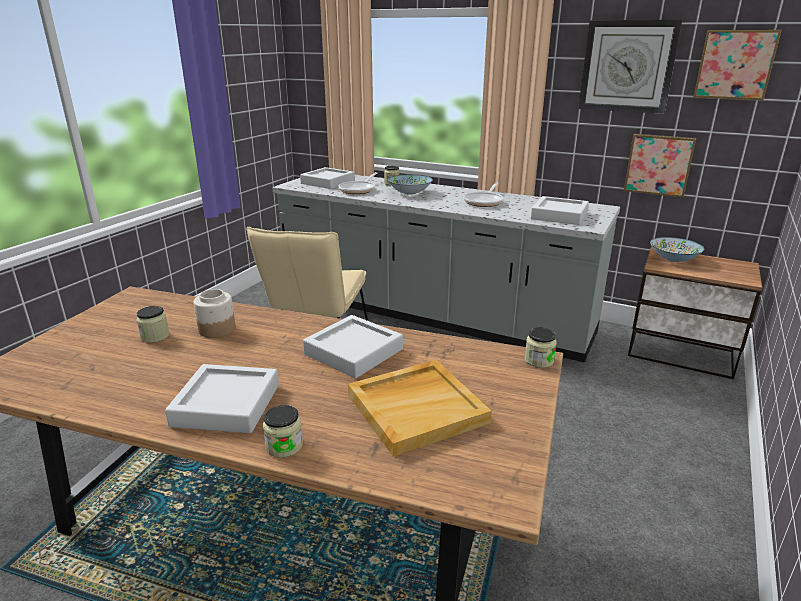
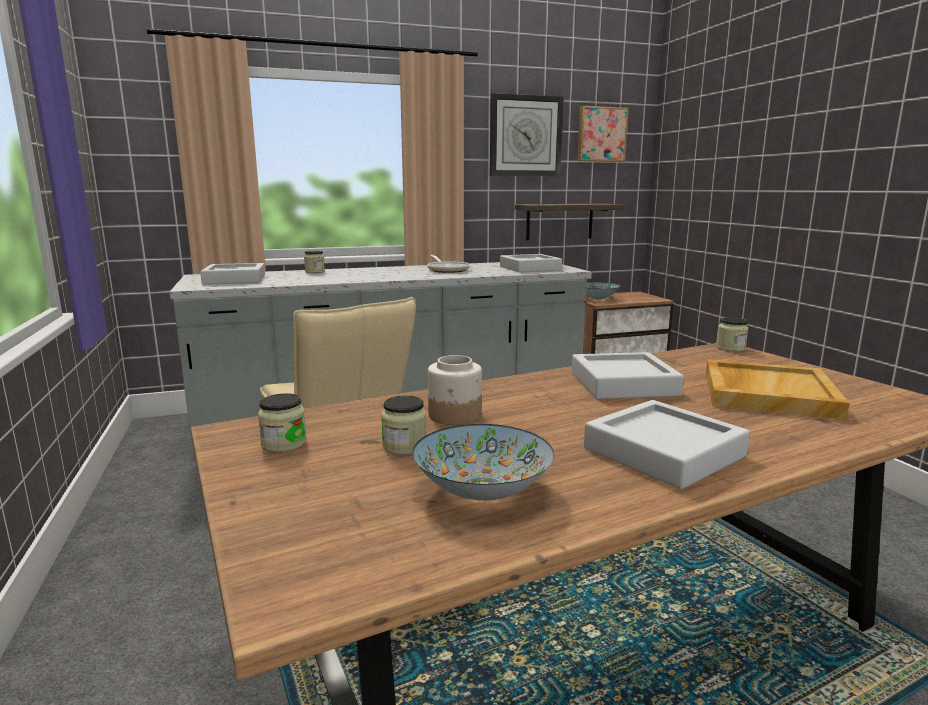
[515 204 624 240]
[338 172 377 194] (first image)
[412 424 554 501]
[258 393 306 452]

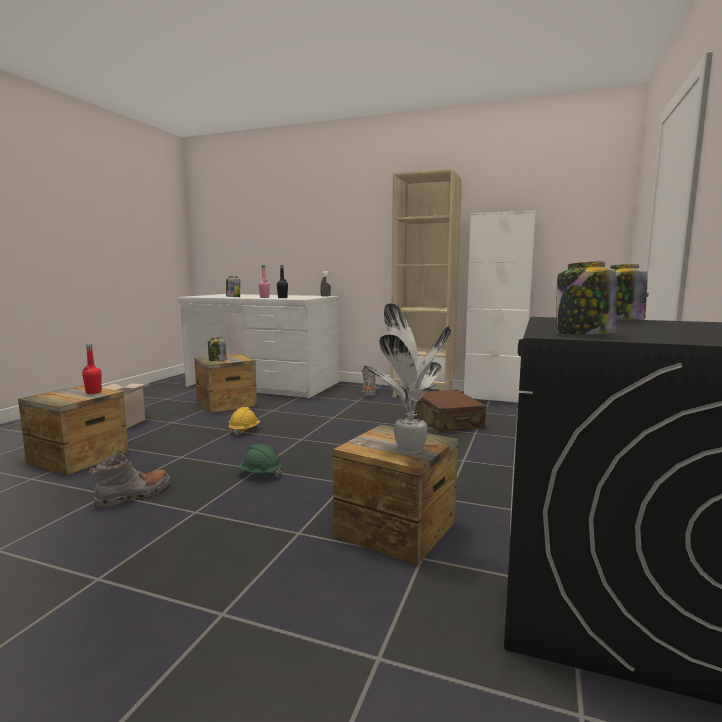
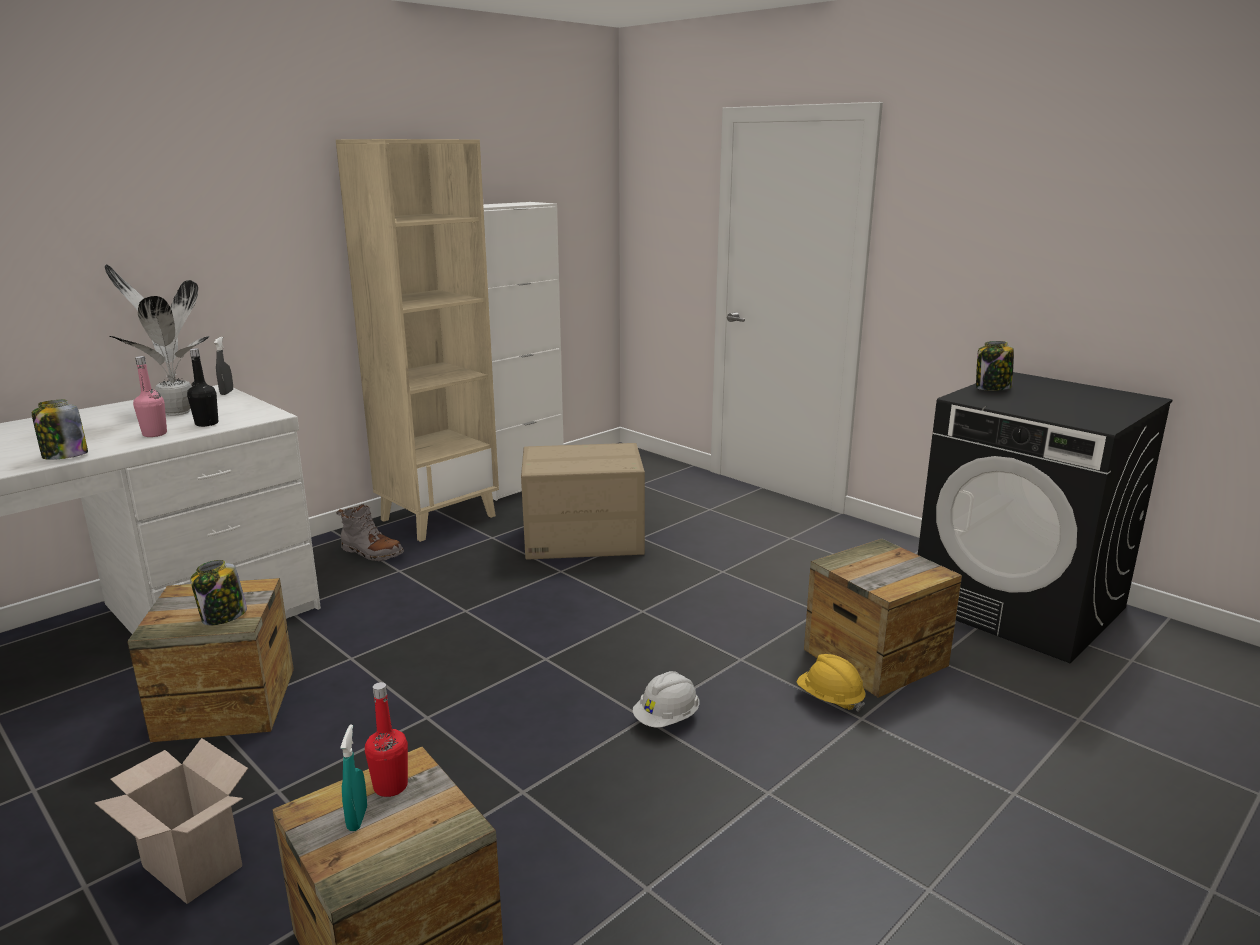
[556 261 617 335] (first image)
[105 265 210 416]
[521 443 645 560]
[797 654 865 711]
[633 671 700 728]
[89 451 171 507] (first image)
[340 725 367 831]

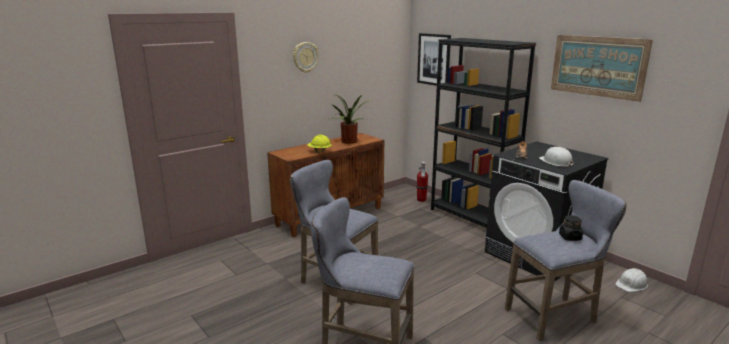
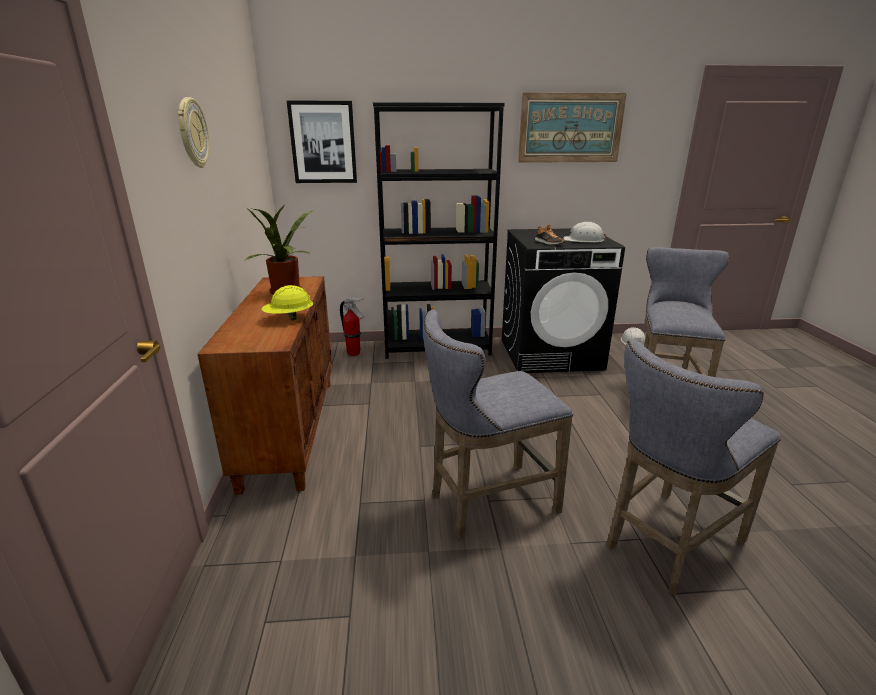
[559 215 583 241] (first image)

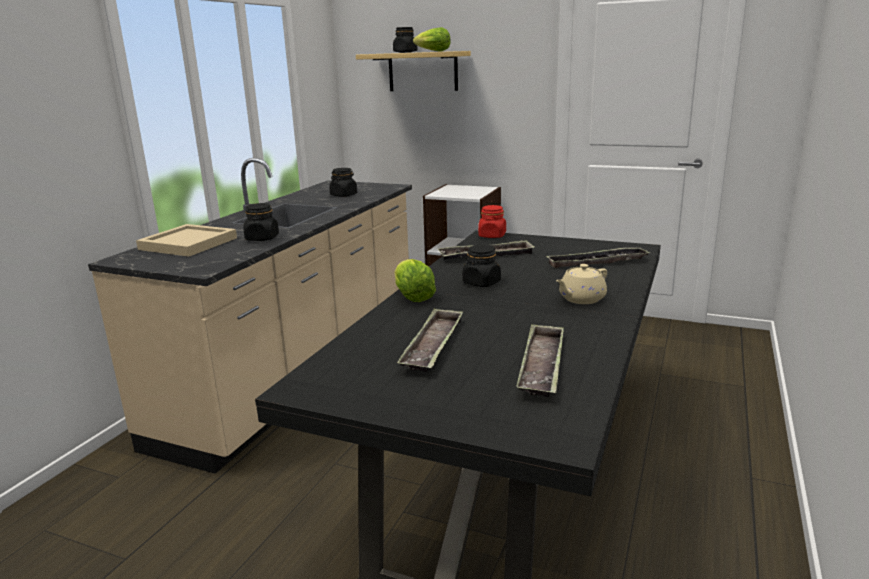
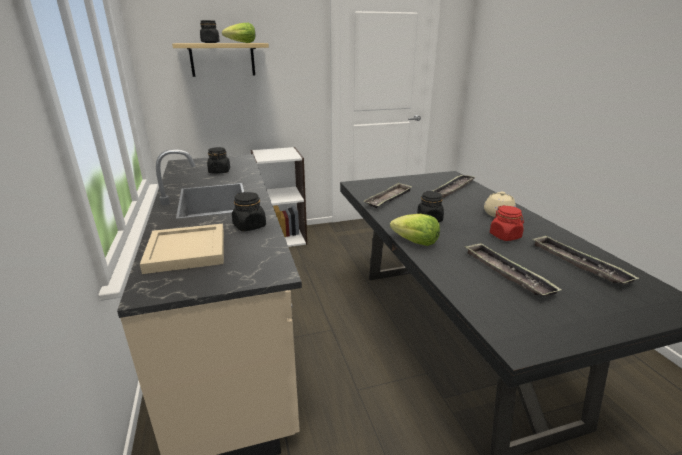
[490 205 524 241]

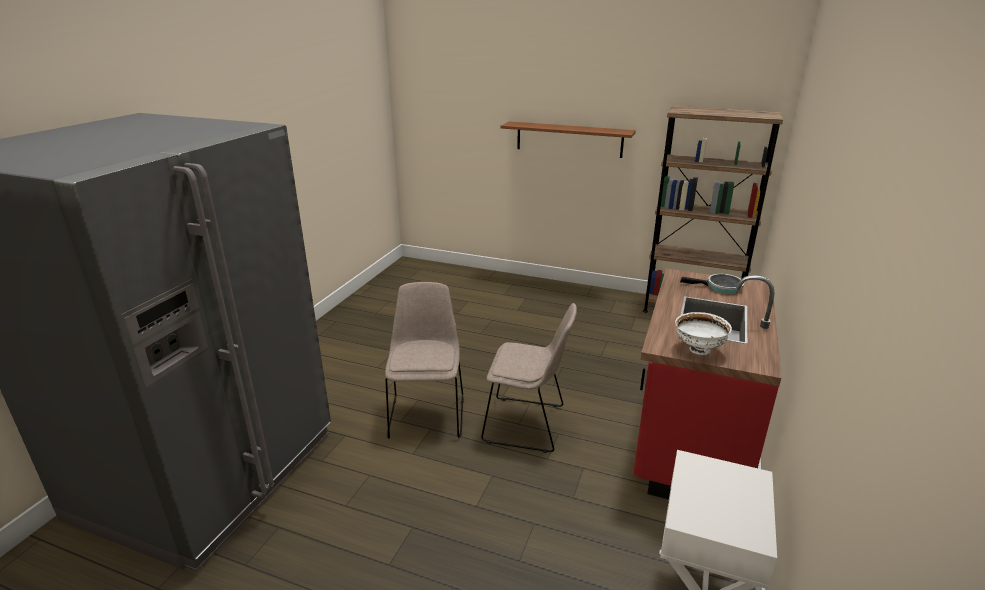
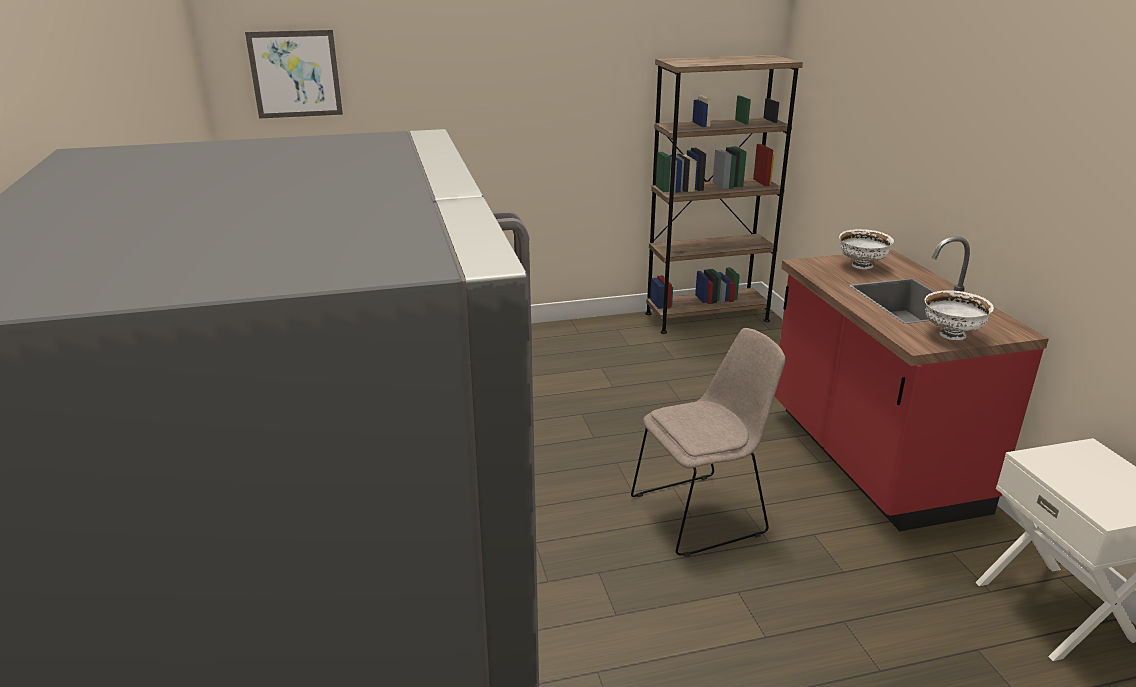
[501 121 636 158] (first image)
[839 229 894 269]
[385 282 464 439] (first image)
[245 30 343 119]

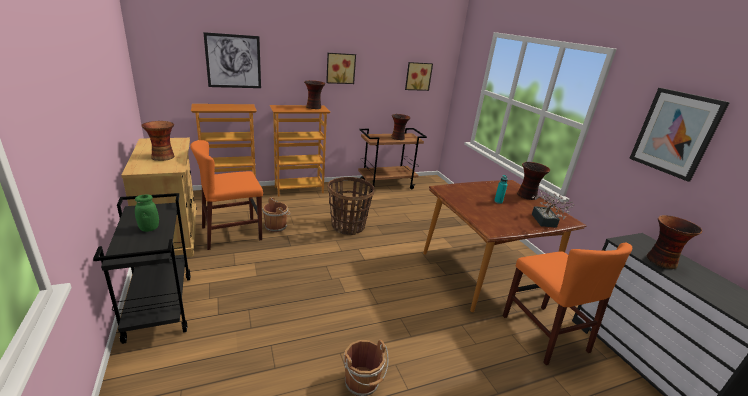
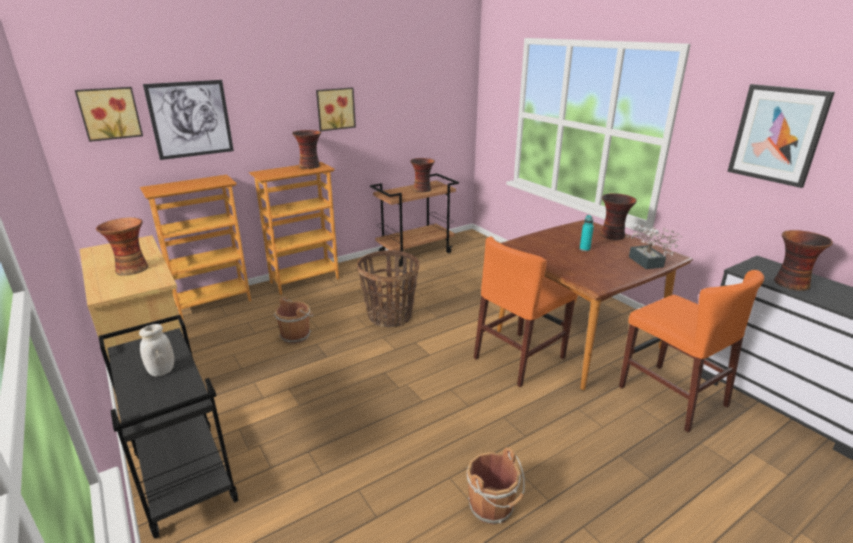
[75 87 143 142]
[474 236 578 387]
[139 324 174 377]

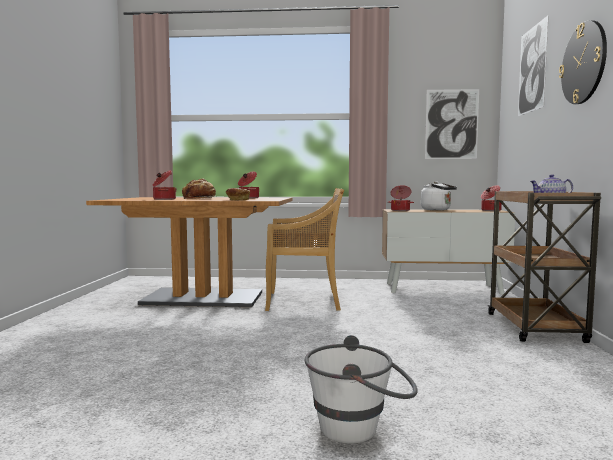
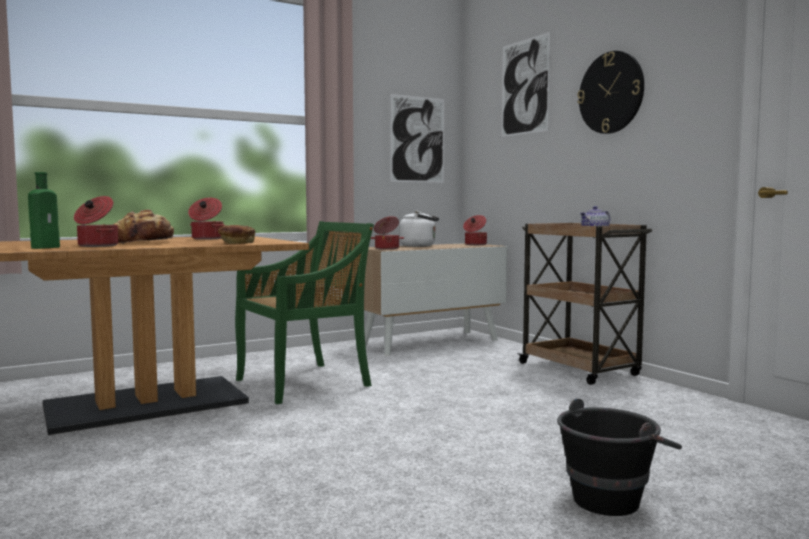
[235 221 374 404]
[557 398 682 516]
[28 172 60 249]

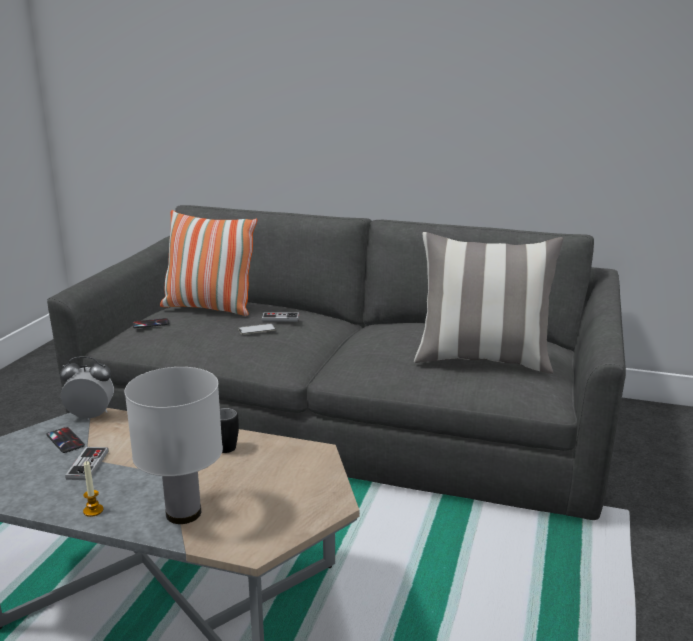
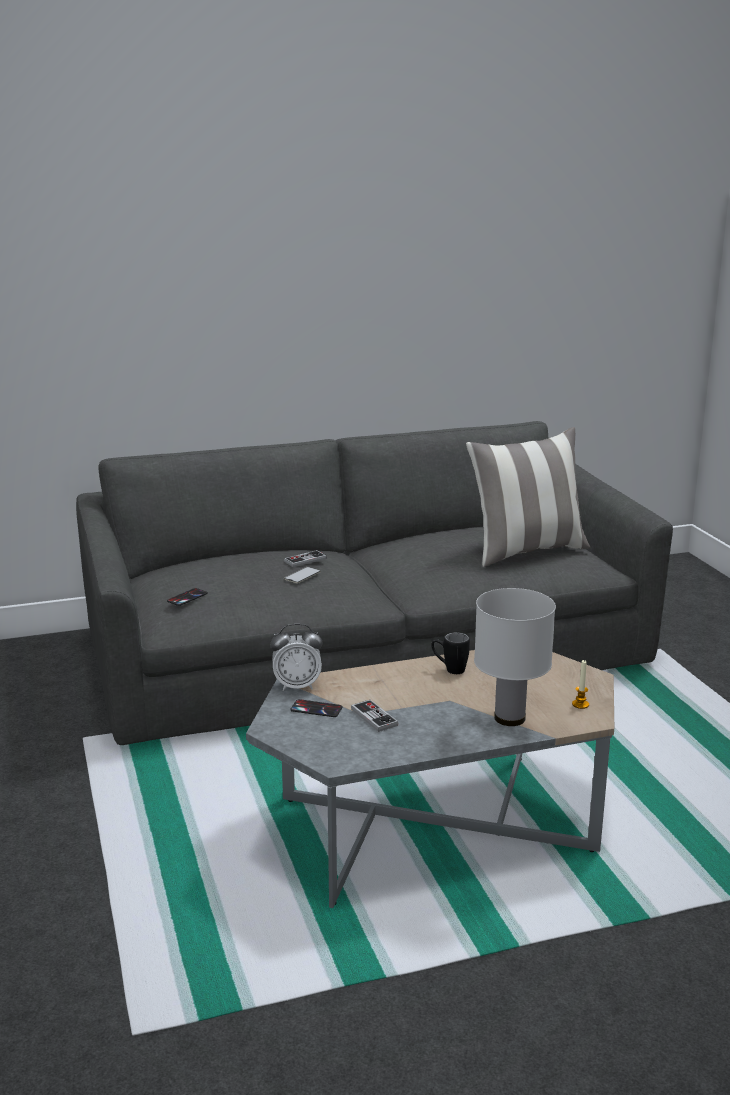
[160 210 257 316] (first image)
[270 623 323 691]
[572 660 589 709]

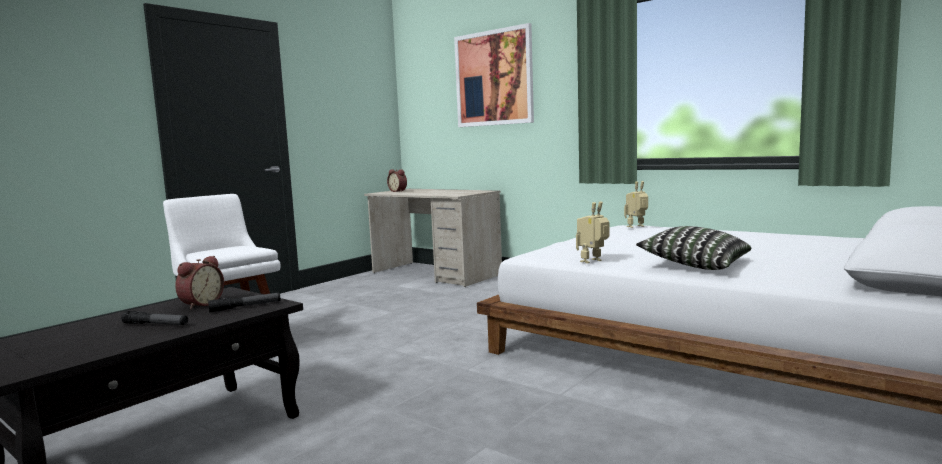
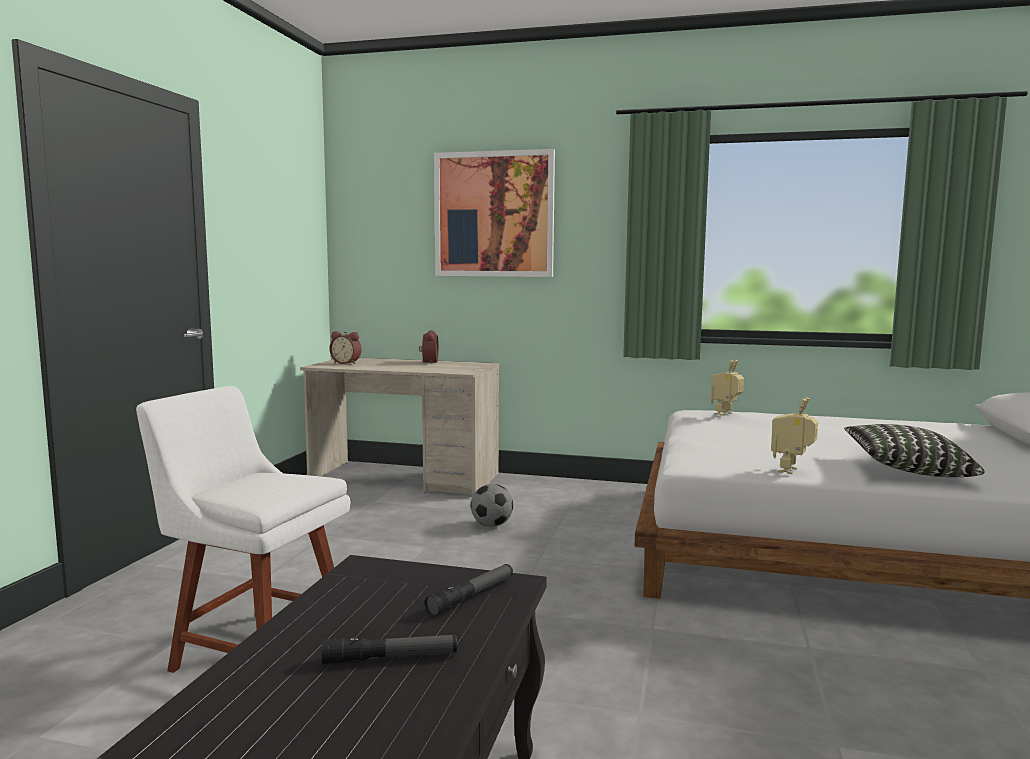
[419 330 439 364]
[471 484 513 527]

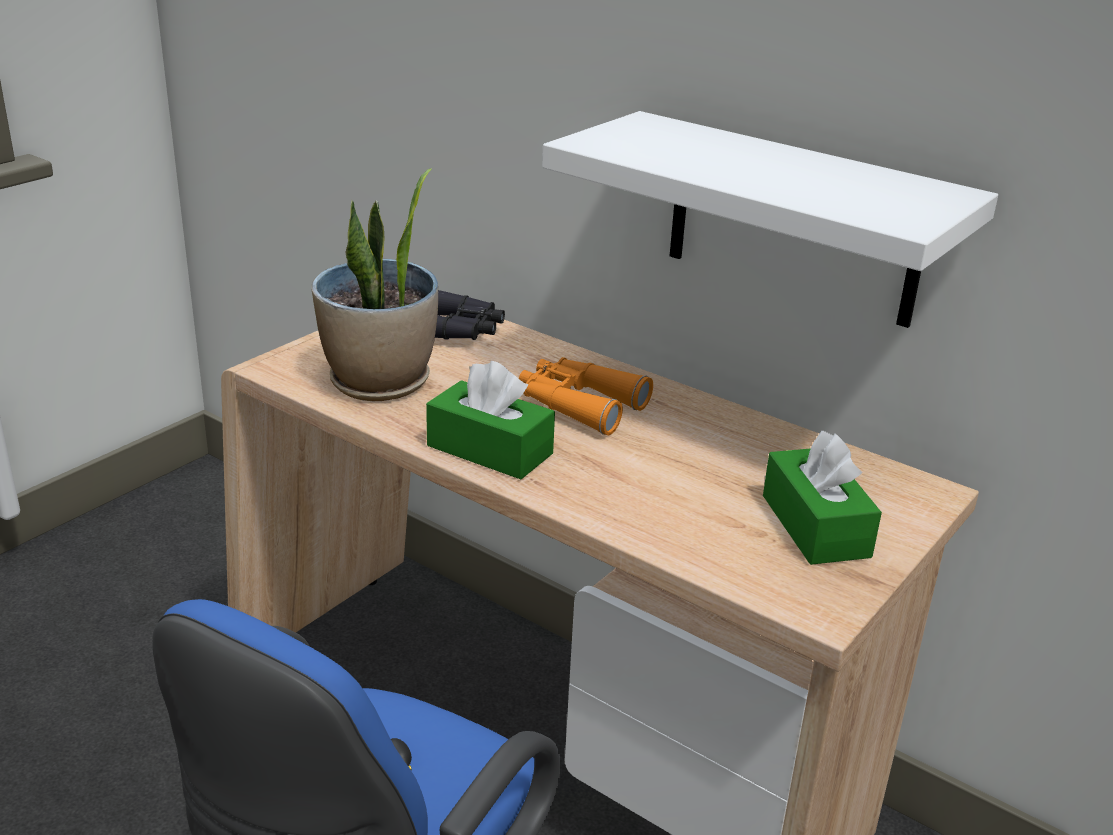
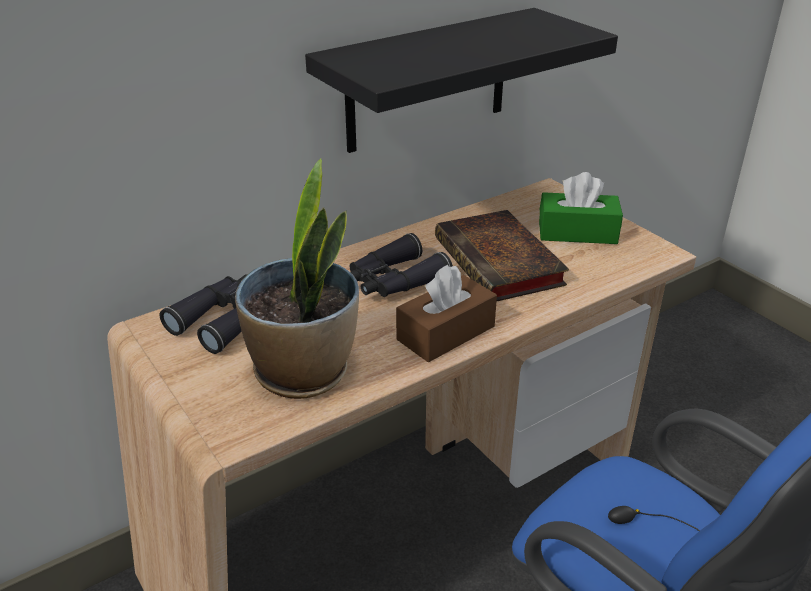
[305 8 618 153]
[350 233 453 297]
[396 265 497 362]
[435 210 569 302]

